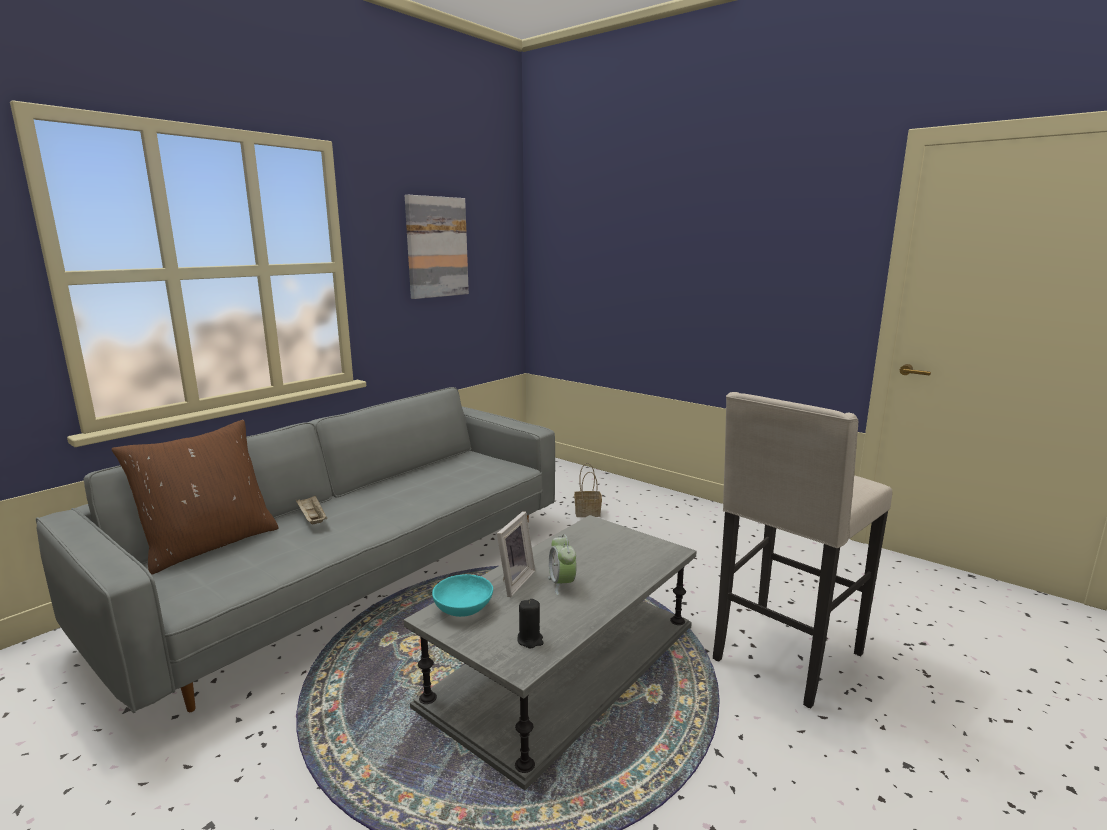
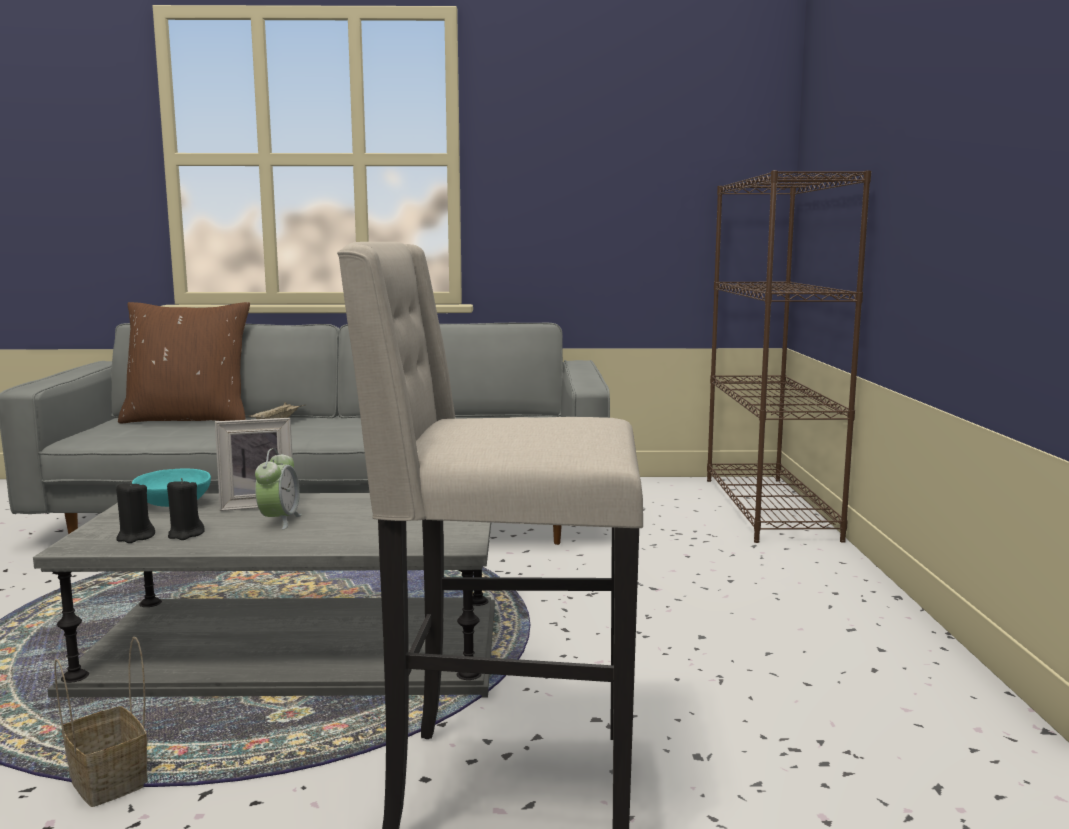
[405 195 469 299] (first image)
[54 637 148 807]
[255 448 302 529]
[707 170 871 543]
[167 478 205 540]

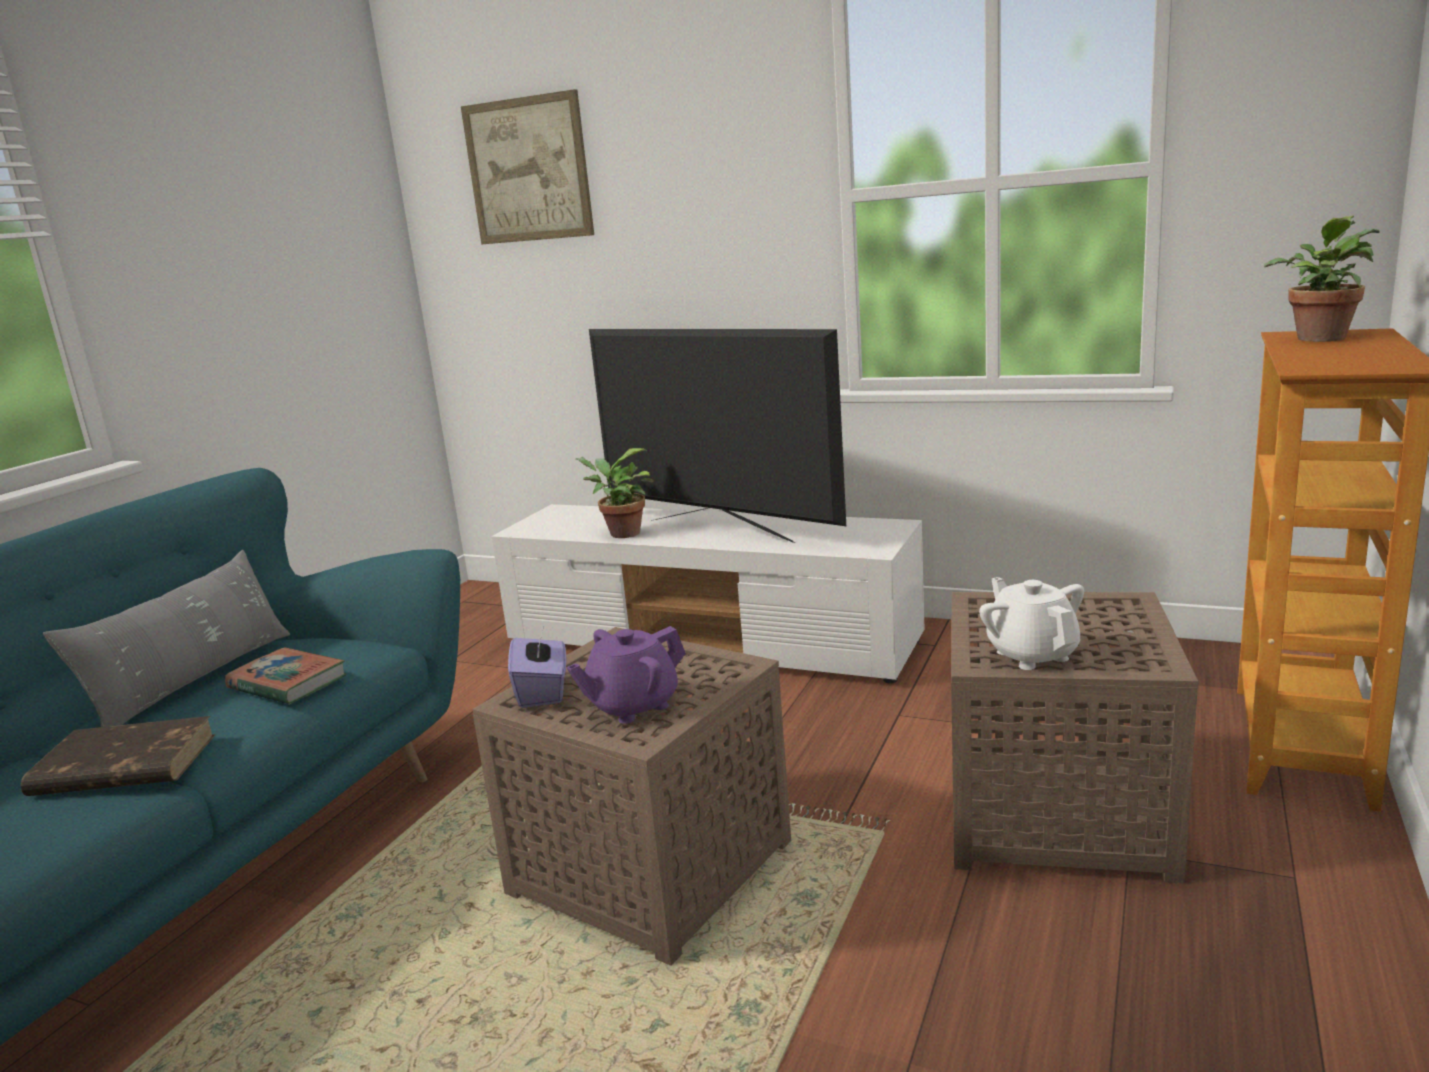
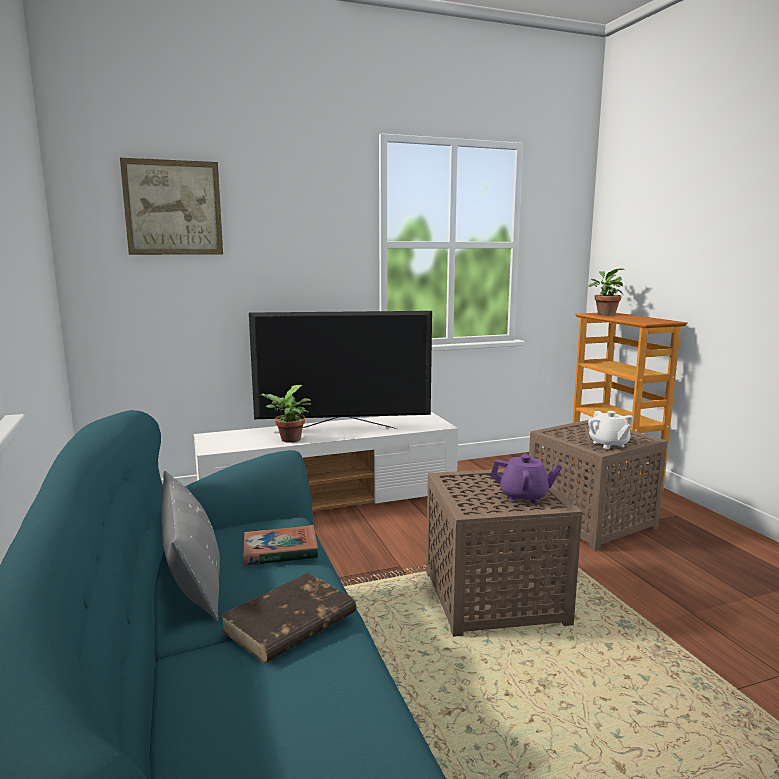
[588 411 633 449]
[508 626 566 708] (first image)
[490 454 562 504]

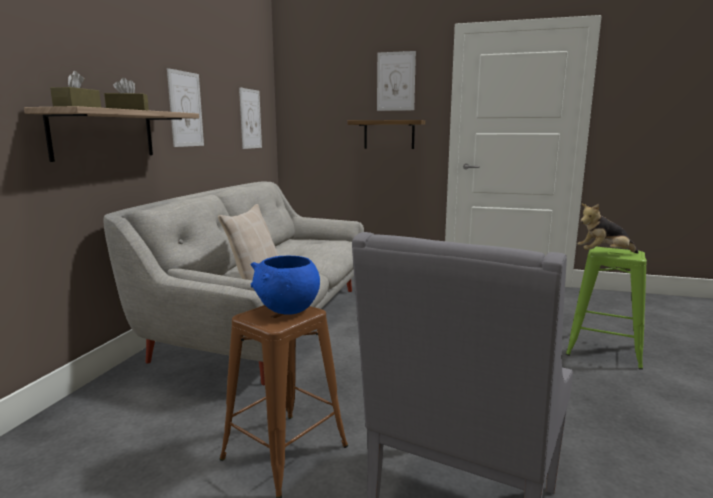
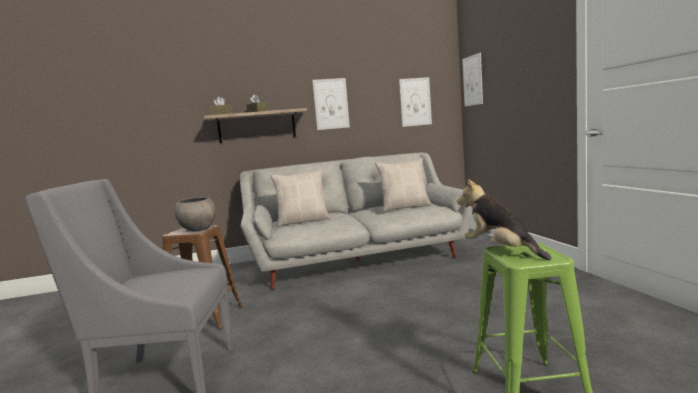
[462 53 483 106]
[347 120 425 149] (first image)
[174 197 216 231]
[375 158 432 211]

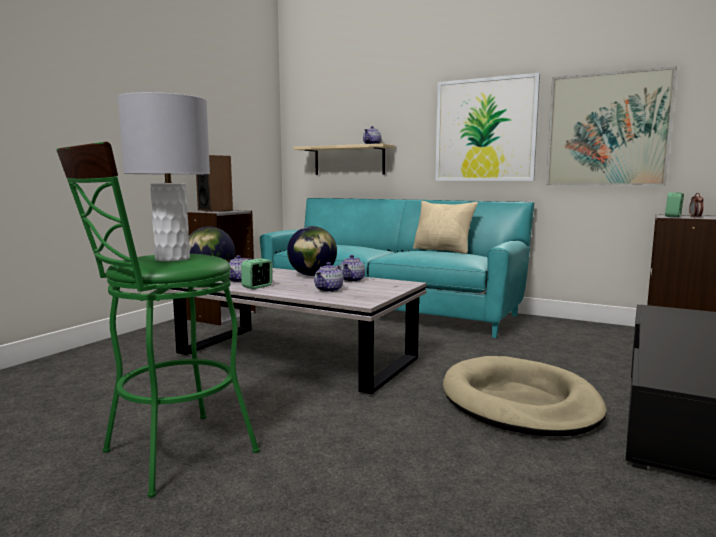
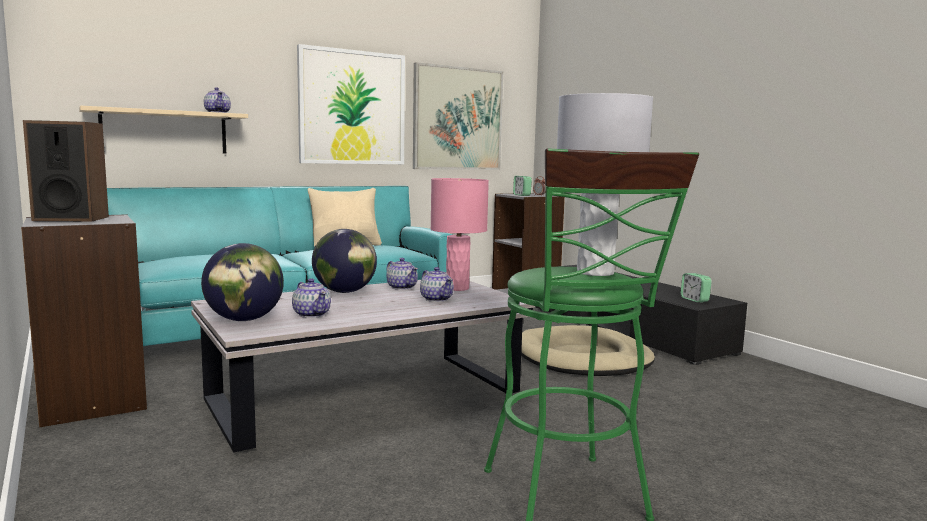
[680 273 712 302]
[430 178 489 291]

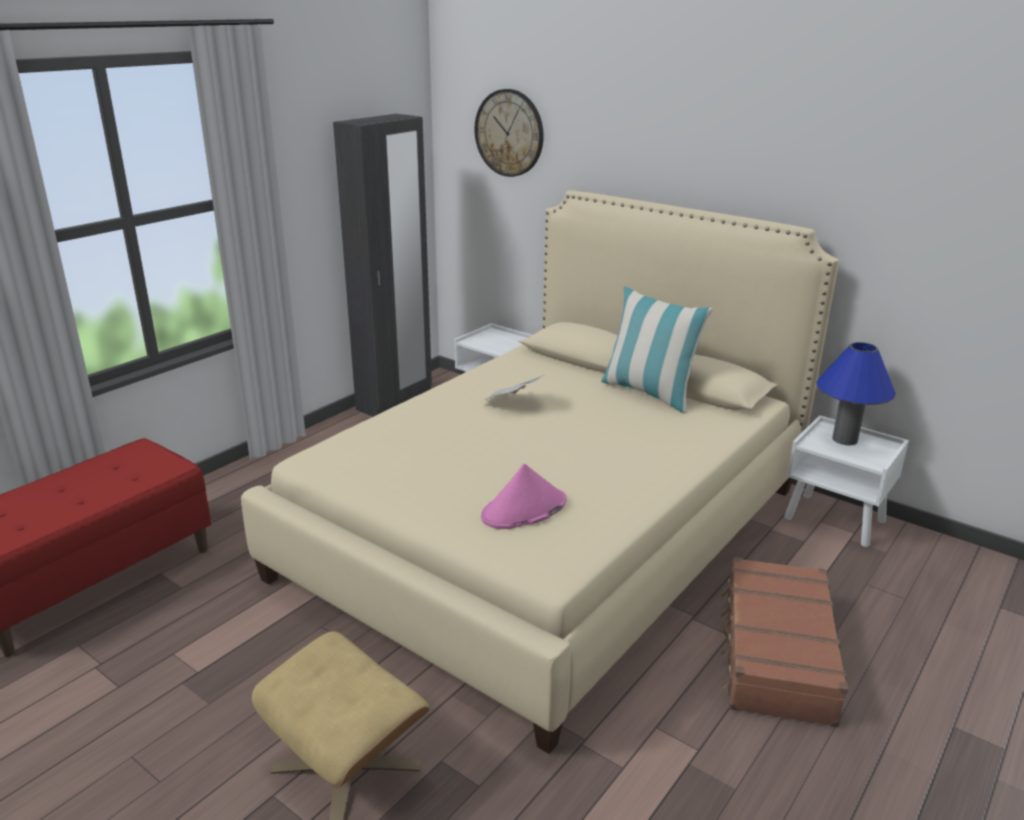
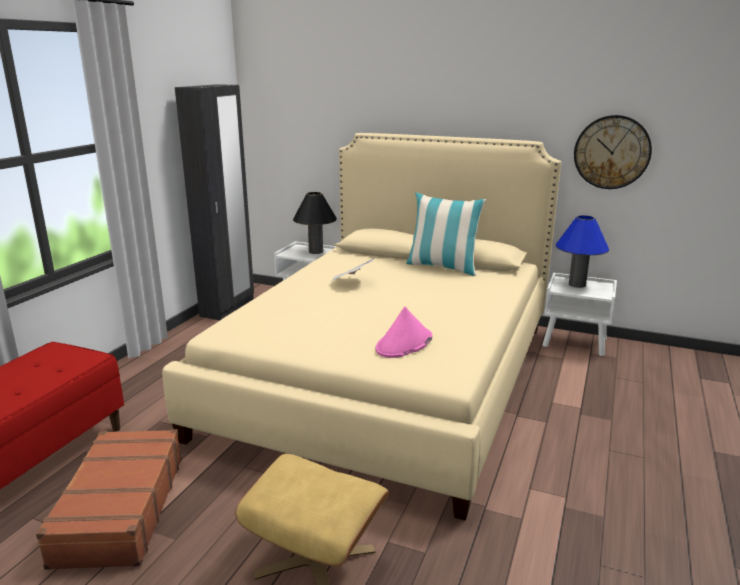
[574 115 652 189]
[36 429 182 570]
[293 192 337 254]

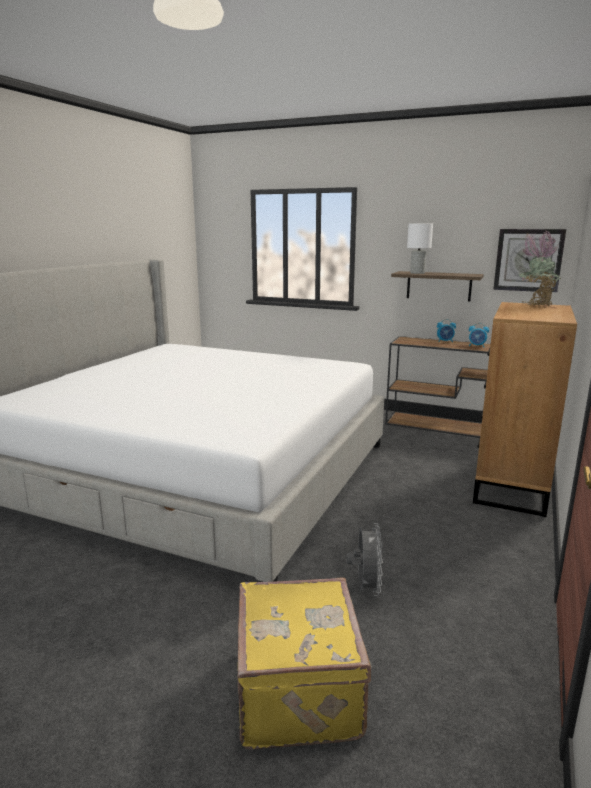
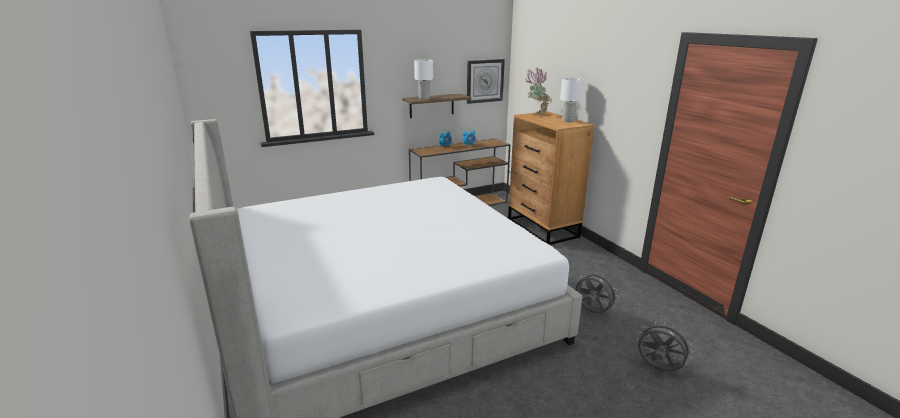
[637 322 693 372]
[560 78 583 122]

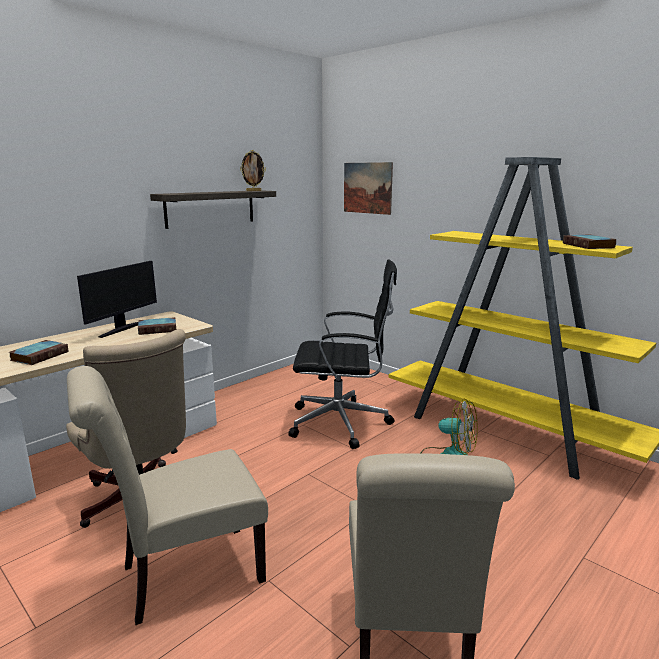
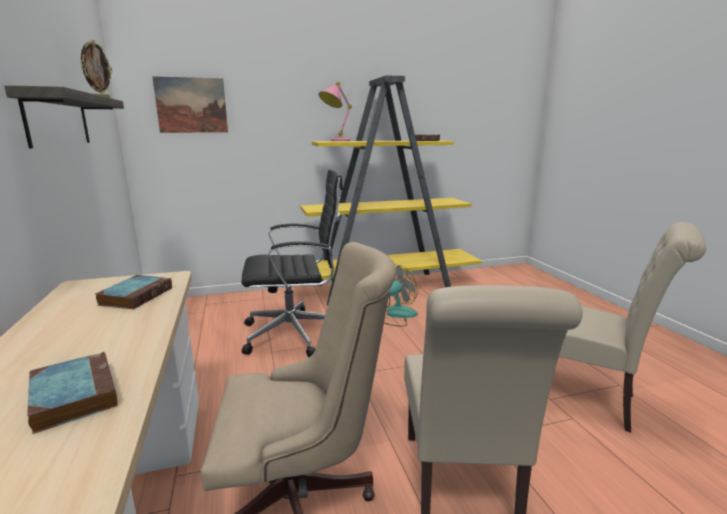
[242 169 343 357]
[77 261 157 338] (first image)
[319 82 352 141]

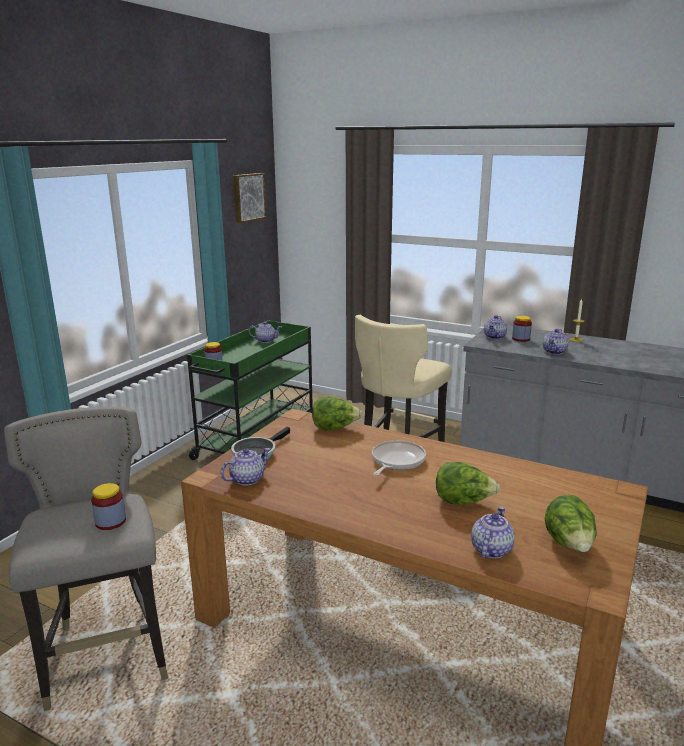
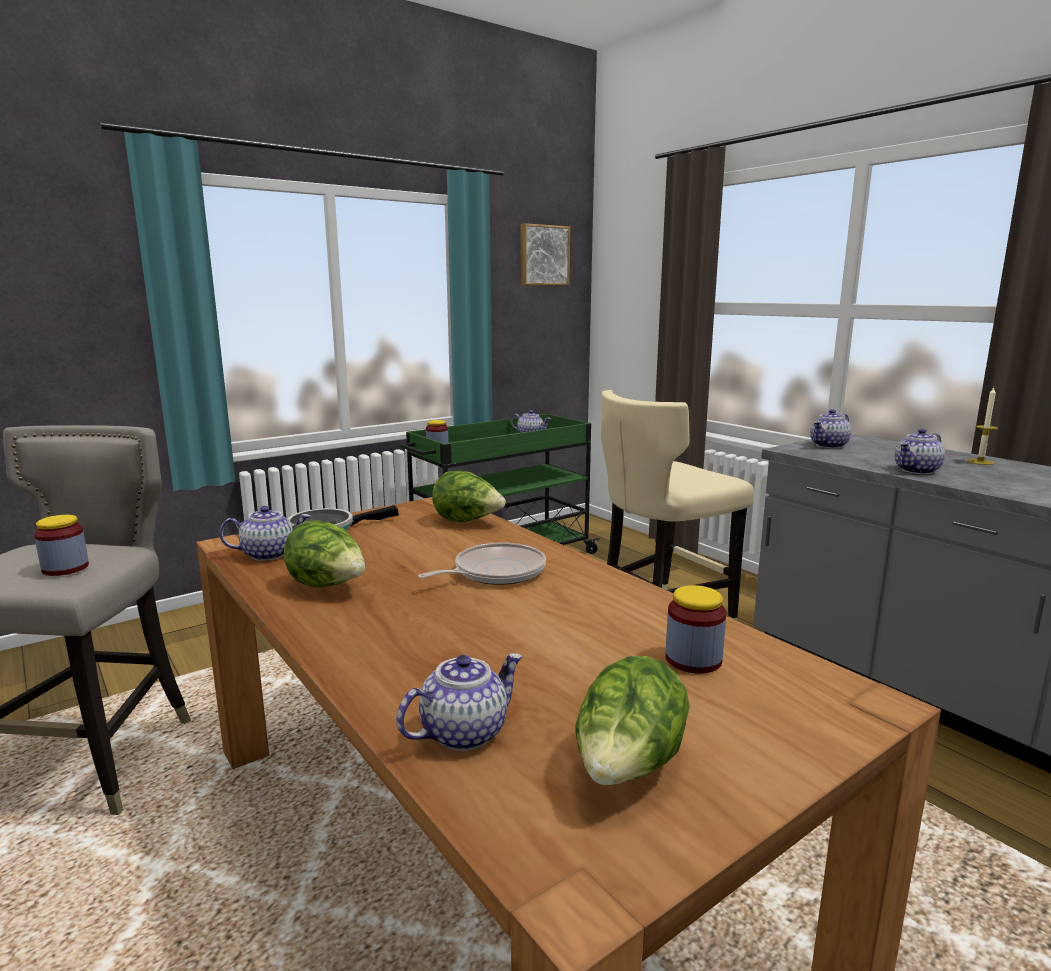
[665 585 726 674]
[284 520 365 587]

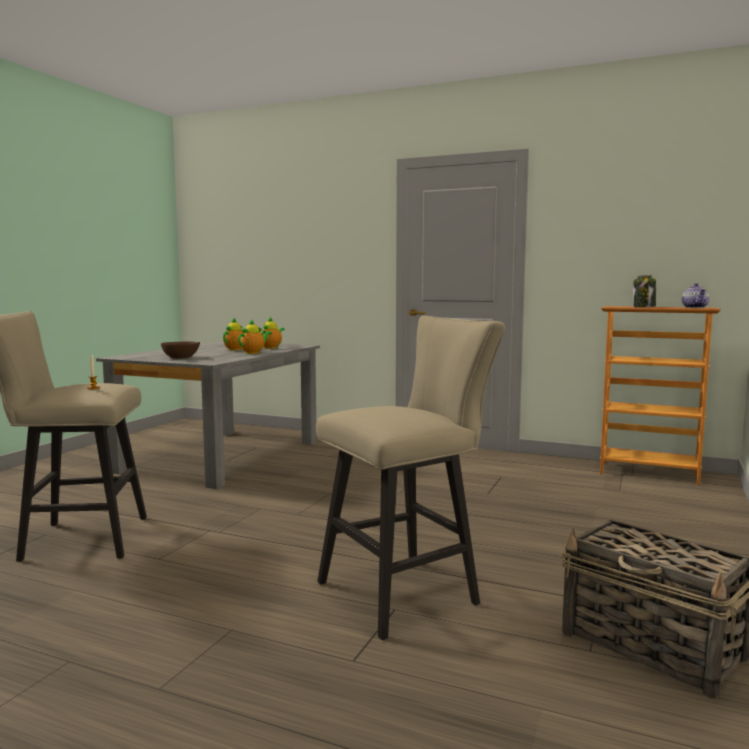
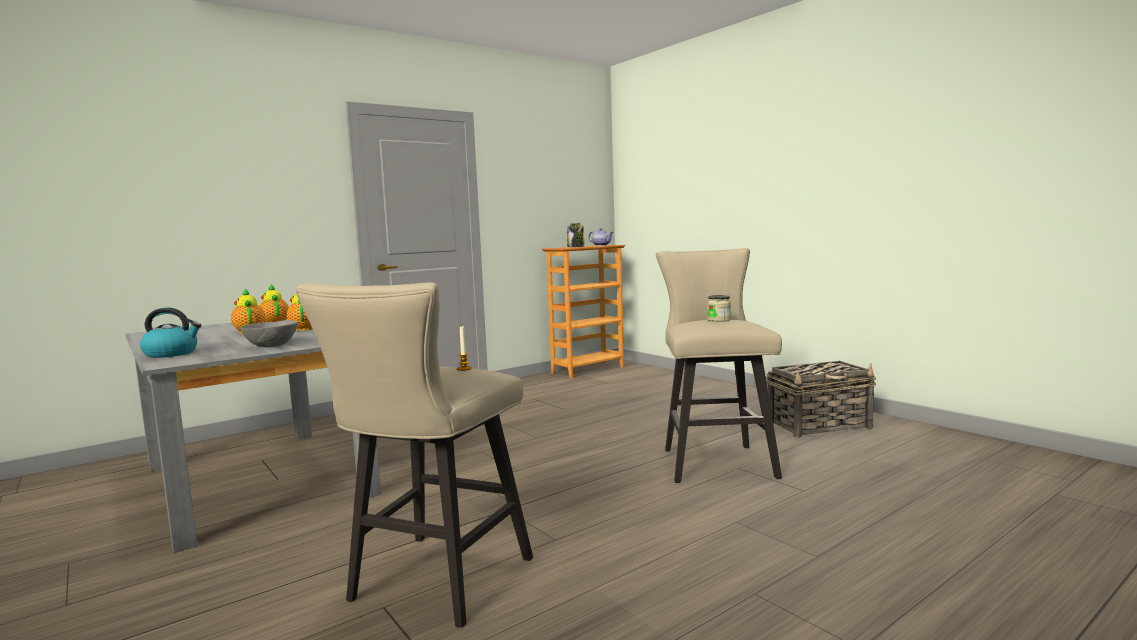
[241 320 298 347]
[707 295 731 322]
[140 308 201 358]

